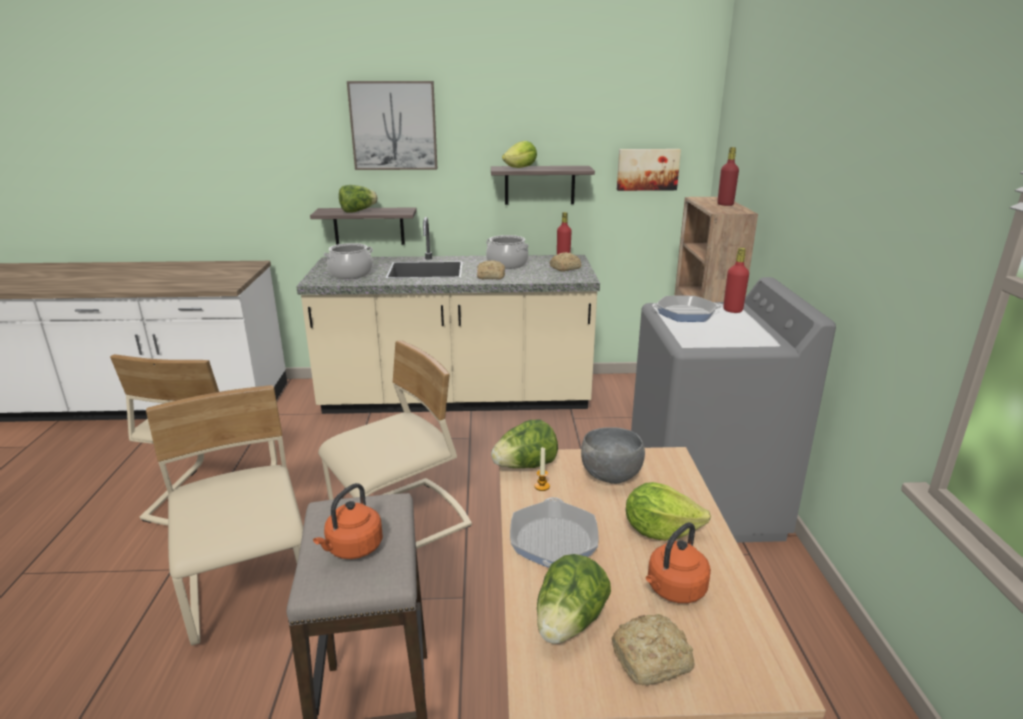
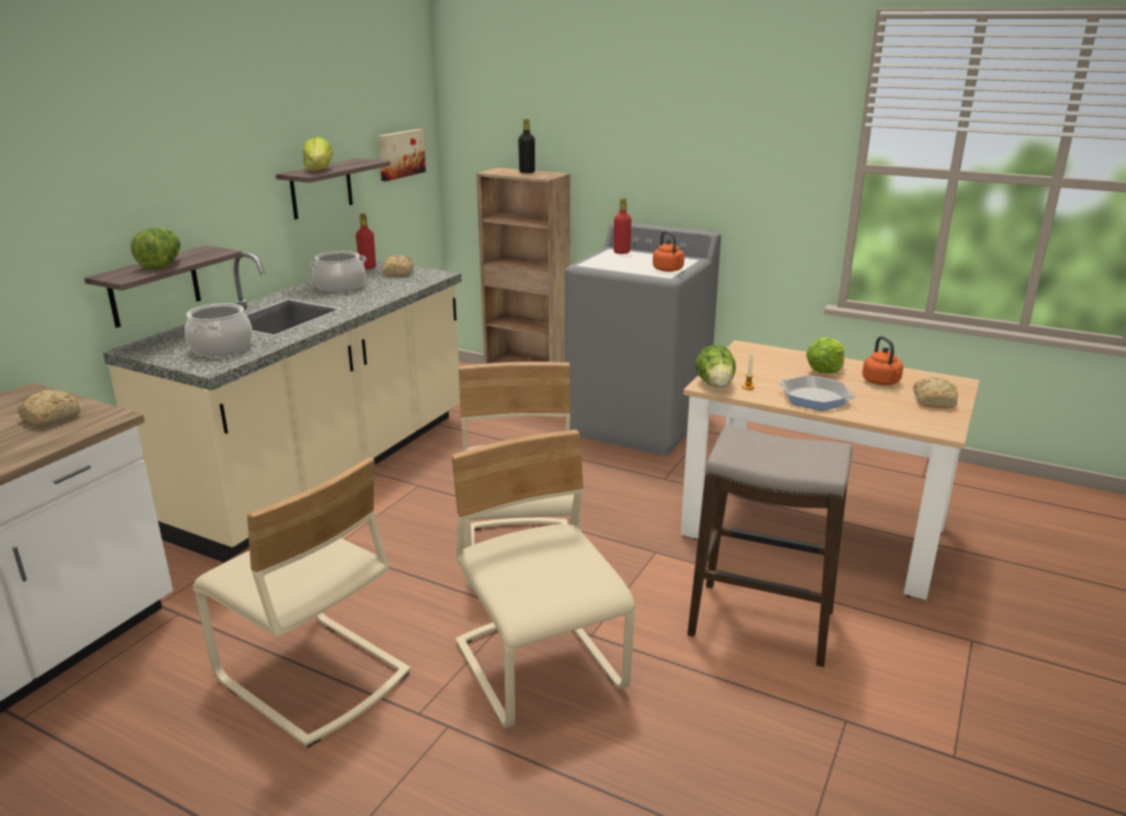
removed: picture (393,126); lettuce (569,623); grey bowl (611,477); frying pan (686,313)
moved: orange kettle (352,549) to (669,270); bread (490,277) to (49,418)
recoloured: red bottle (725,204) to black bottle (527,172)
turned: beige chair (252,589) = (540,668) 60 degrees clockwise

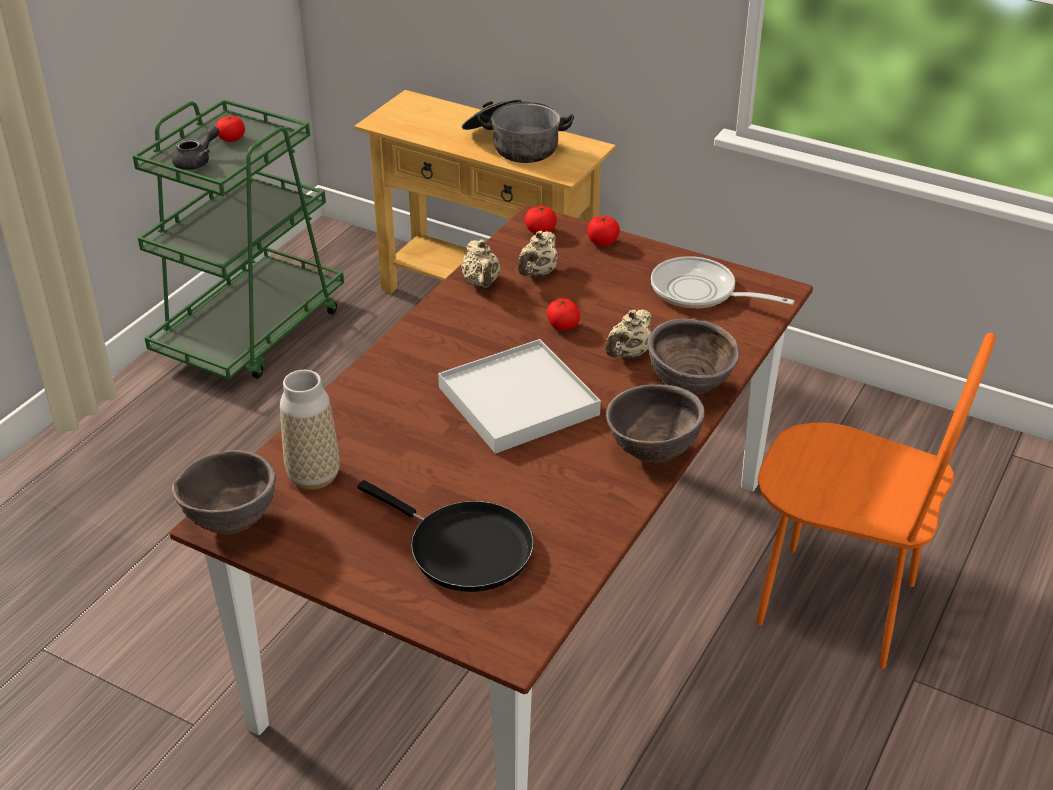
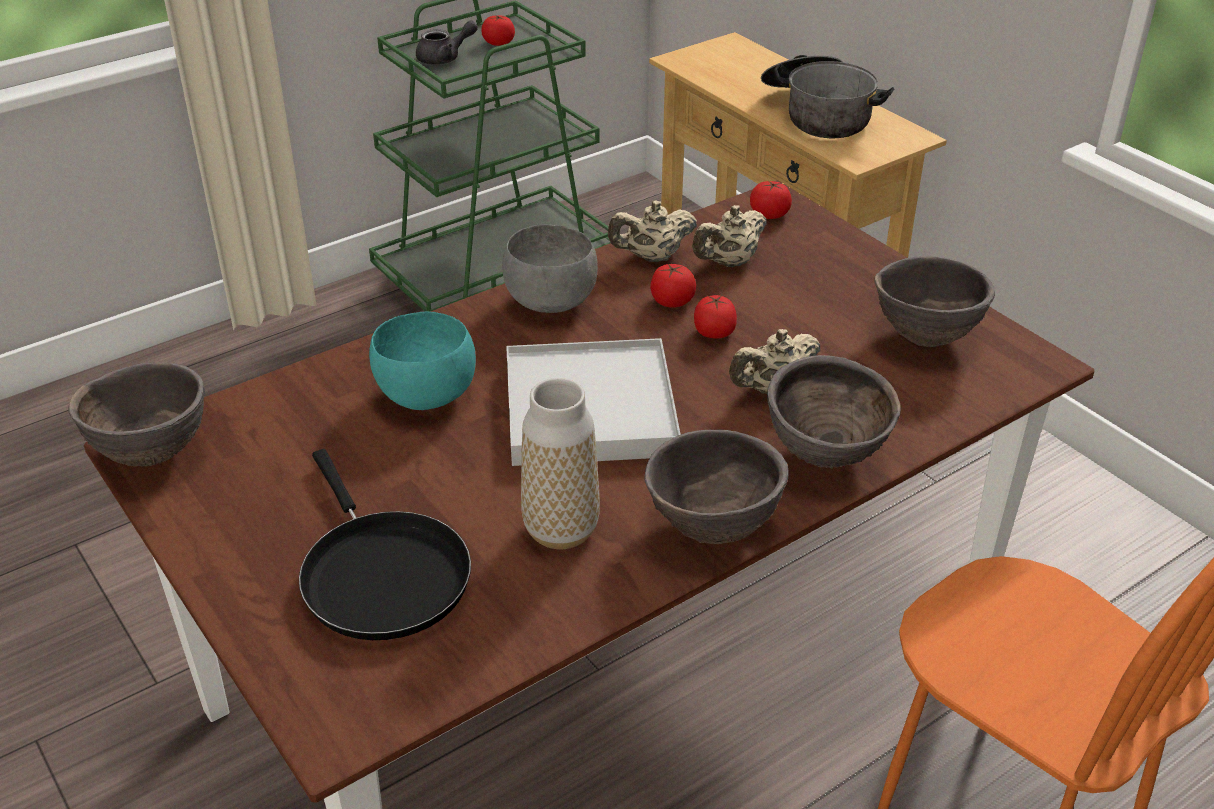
added: turquoise bowl (424,396); grey bowl (549,302)
moved: vase (314,477) to (561,530); tomato (602,242) to (672,301)
replaced: frying pan (700,292) to brown bowl (925,338)
turned: beige teapot (481,283) = (652,257) 60 degrees clockwise

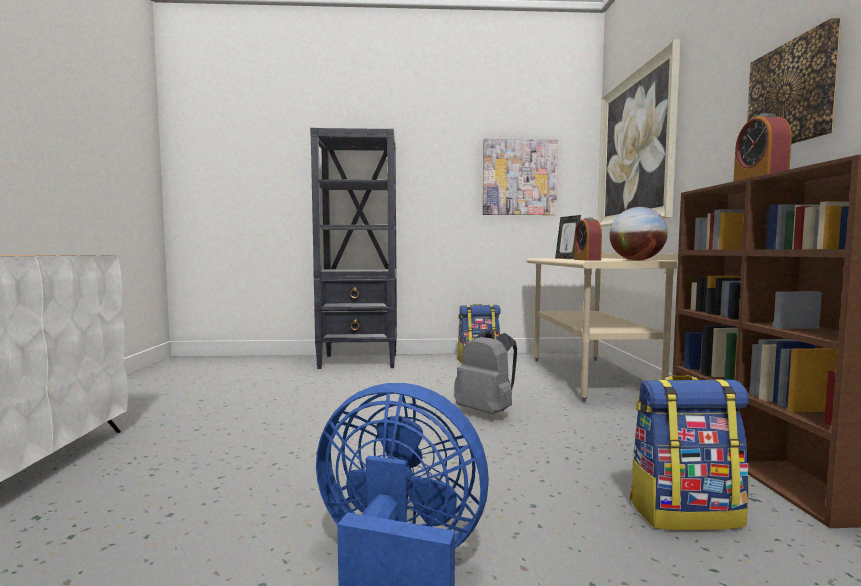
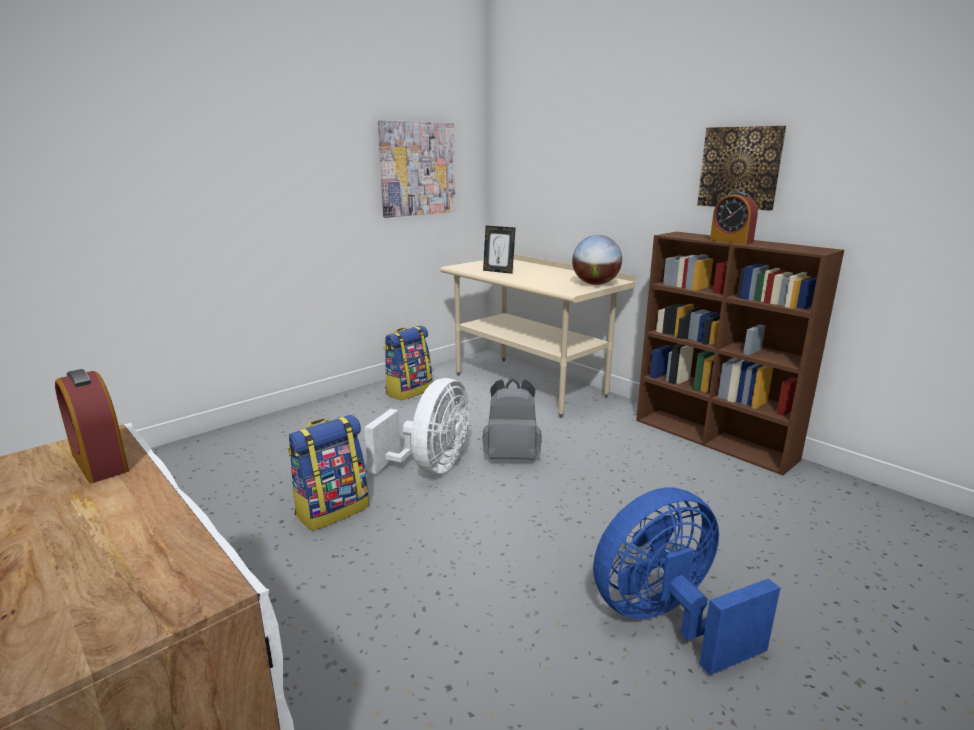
removed: black bookcase (360,361); picture (635,148)
added: white fan (430,467)
moved: alarm clock (587,260) to (100,462); backpack (684,512) to (332,510)

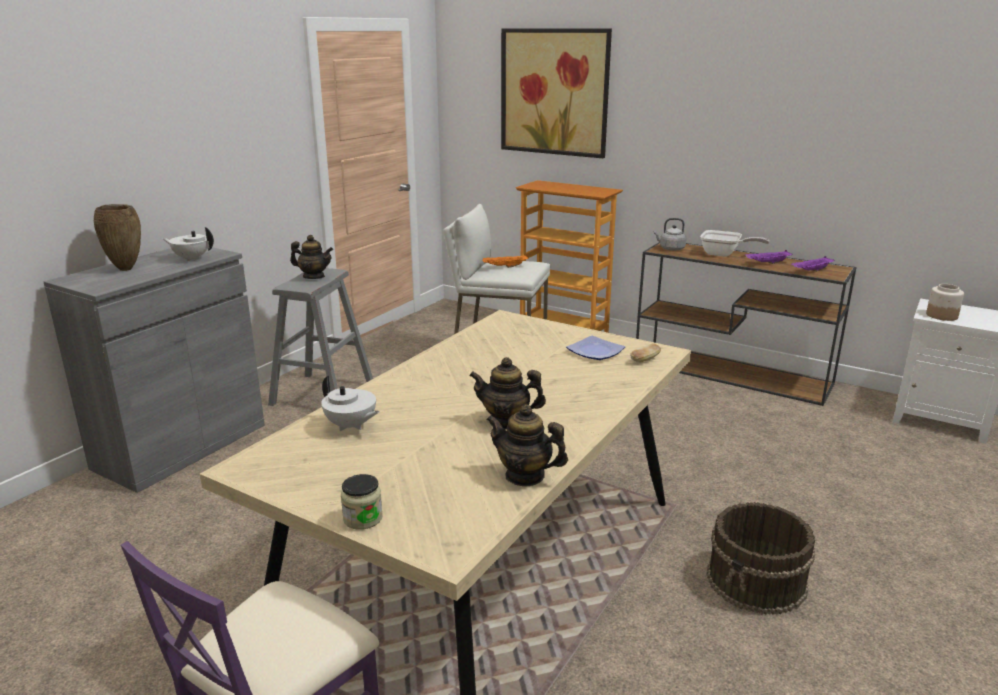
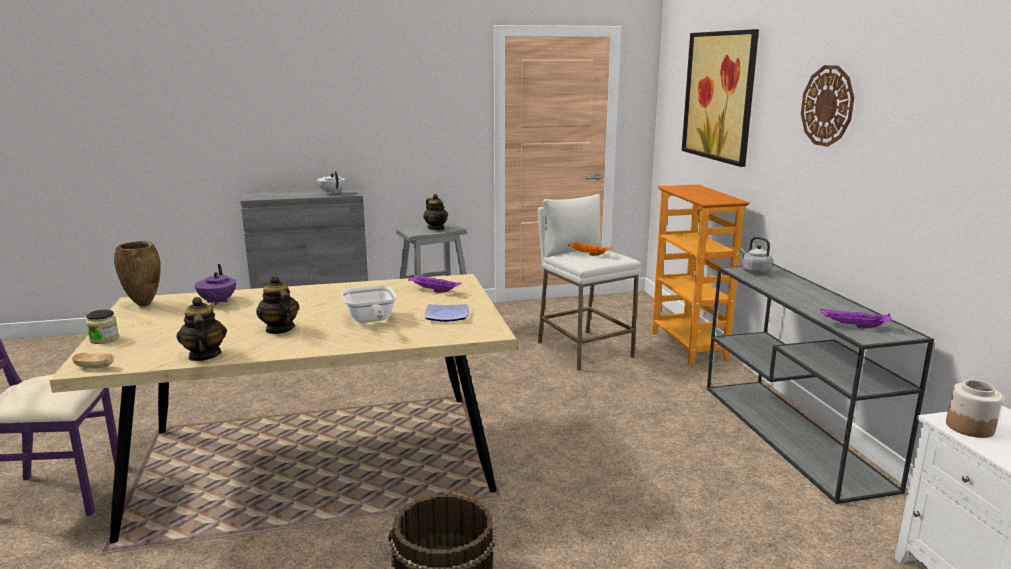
added: wall clock (827,106)
moved: brown vase (127,269) to (145,305); bread (645,360) to (94,367); frying pan (724,254) to (370,320); purple tray (767,263) to (433,291)
recoloured: white teapot (351,426) to purple teapot (217,302); brown console table (733,373) to grey console table (794,435)

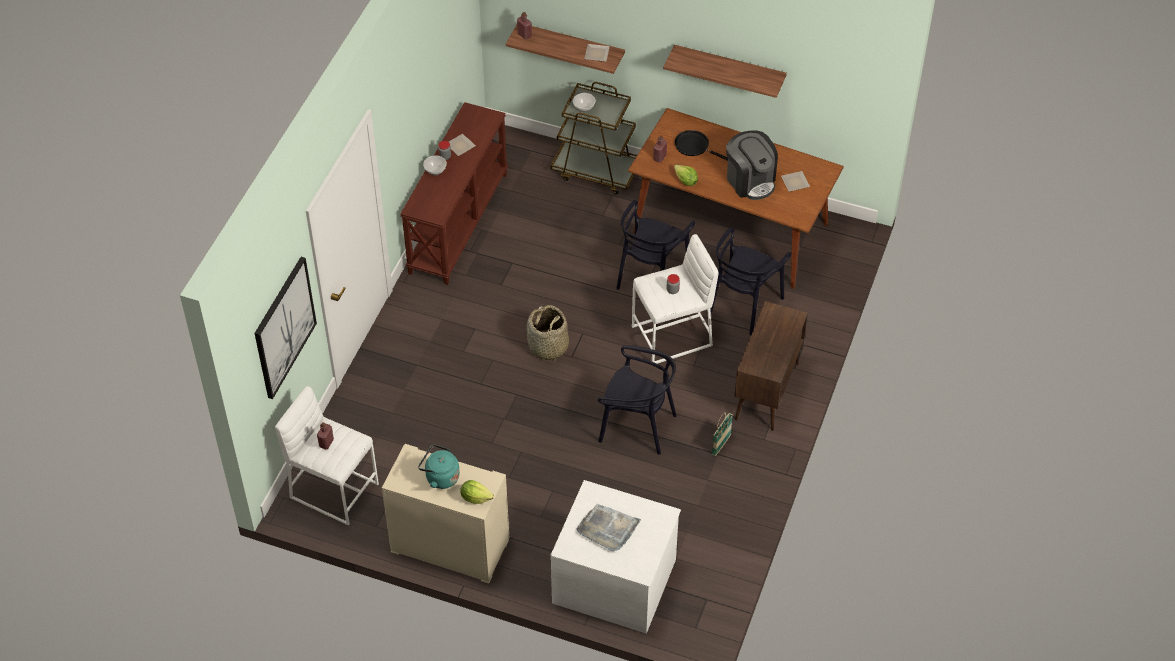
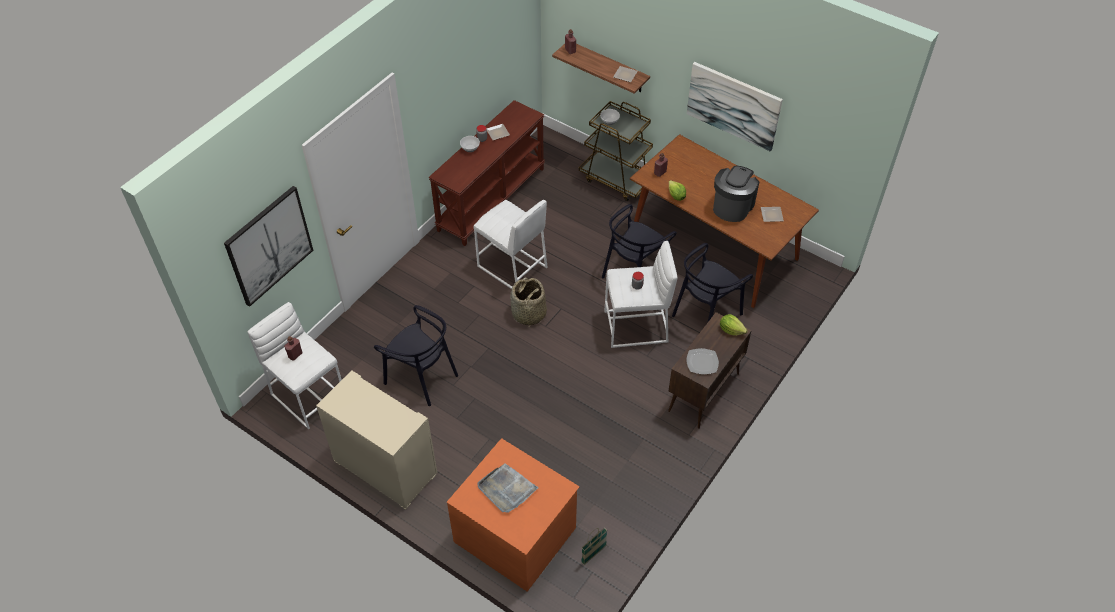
removed: turquoise kettle (440,477); black frying pan (694,146)
added: white stool (512,267); plate (702,362)
moved: lettuce (475,497) to (731,330); black chair (637,425) to (421,377); basket (721,445) to (593,554)
replaced: shelf (729,69) to picture (733,105)
recoloured: white dresser (615,579) to orange dresser (516,533)
turned: coffee machine (750,180) = (732,206) 135 degrees counterclockwise

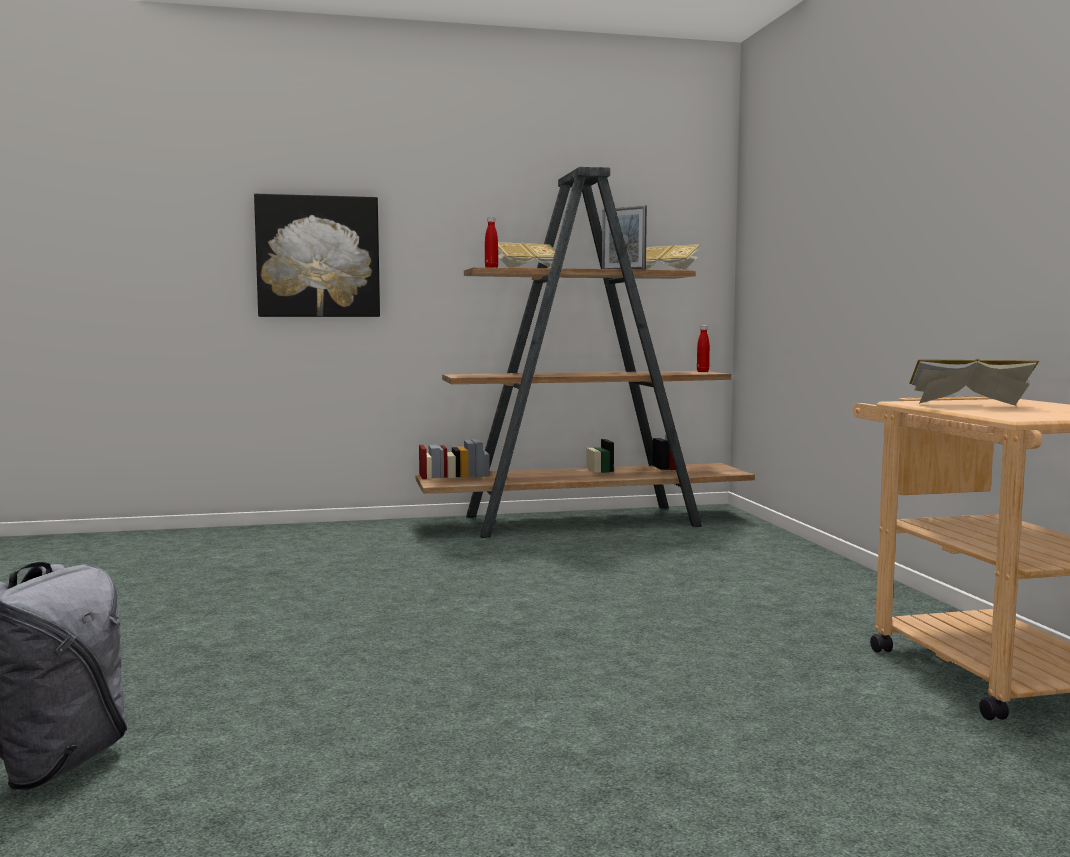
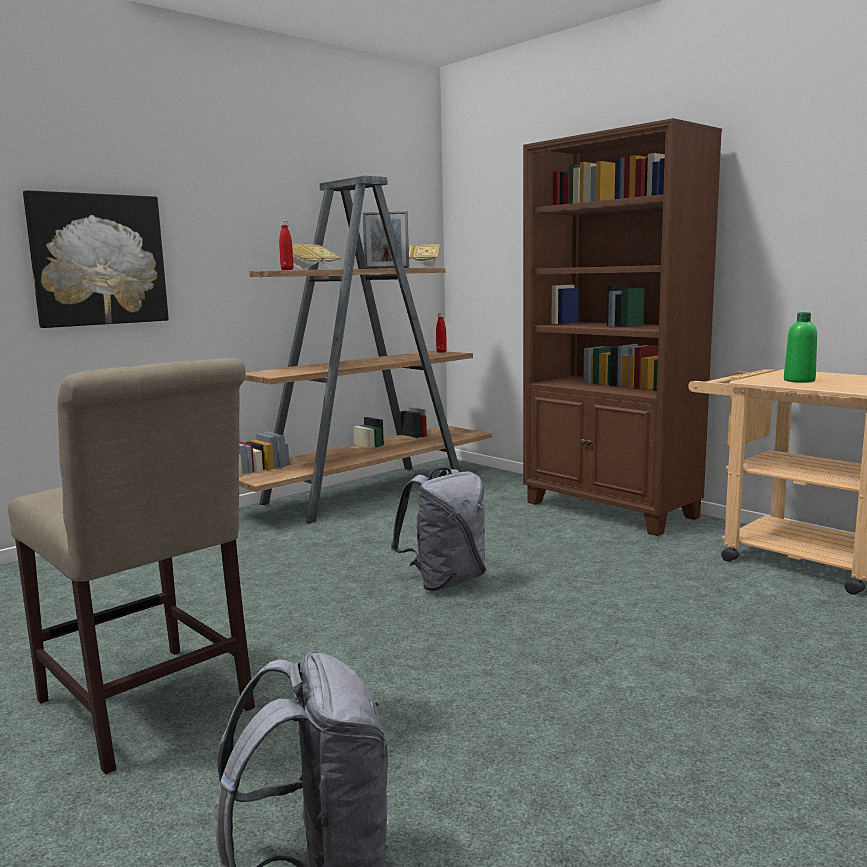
added: beige chair (149,709); grey backpack (445,581); brown bookcase (610,510)
replaced: book (970,406) to green bottle (799,380)

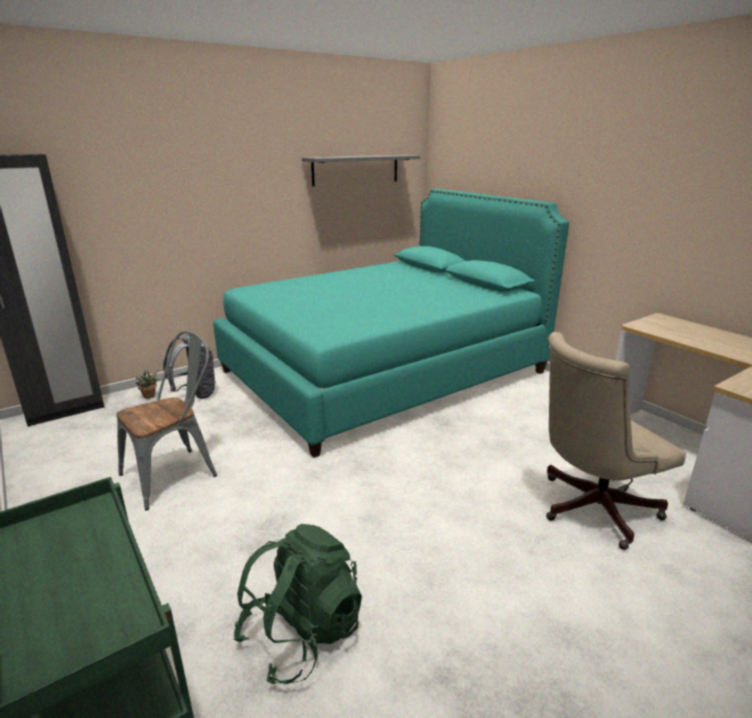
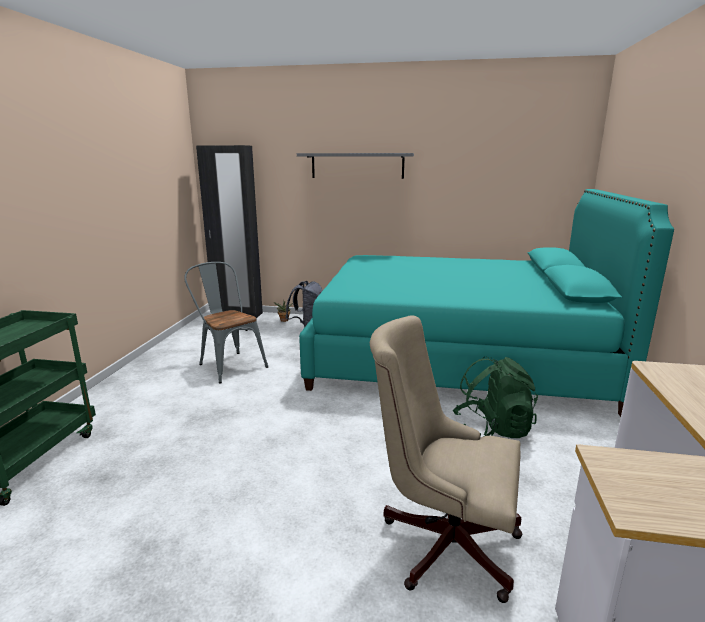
moved: green backpack (302,634) to (492,429); grey shelf (356,169) to (357,165)
turned: grey chair (177,473) = (229,364) 135 degrees counterclockwise

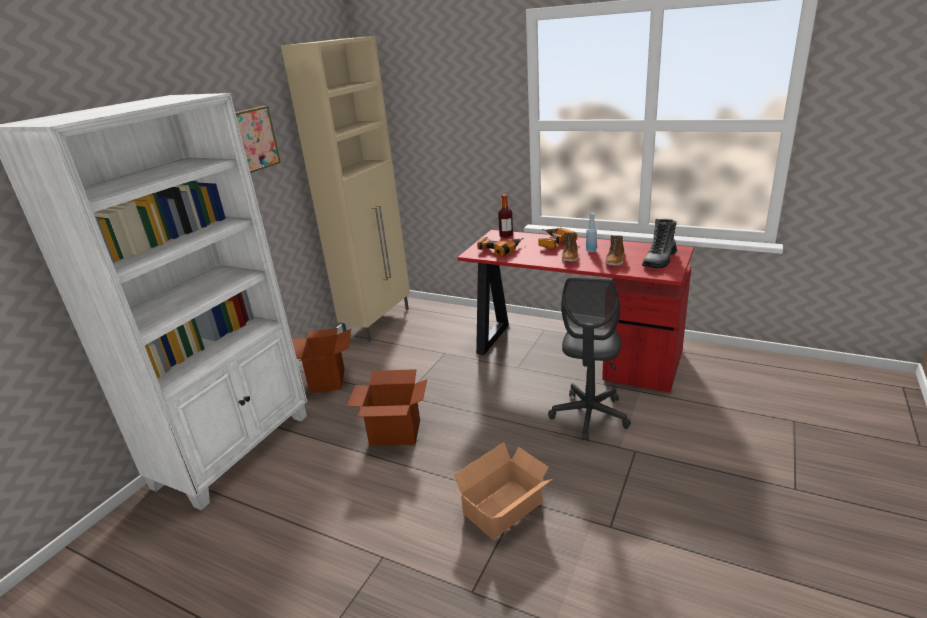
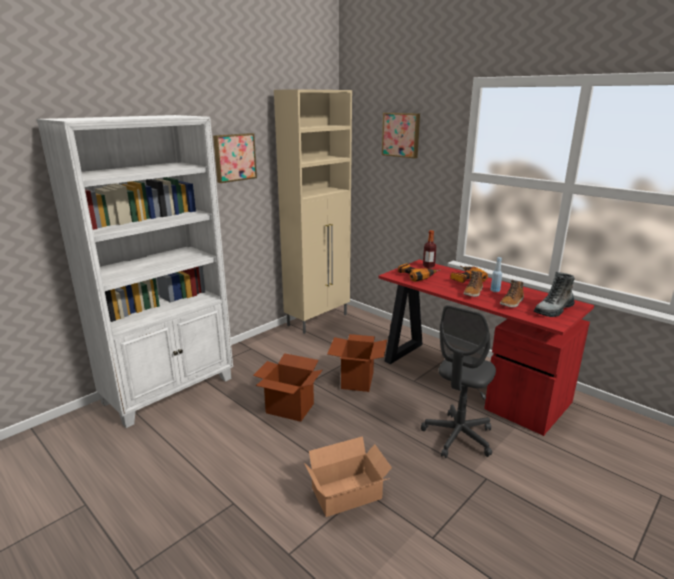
added: picture (401,135)
moved: cardboard box (327,380) to (357,380)

